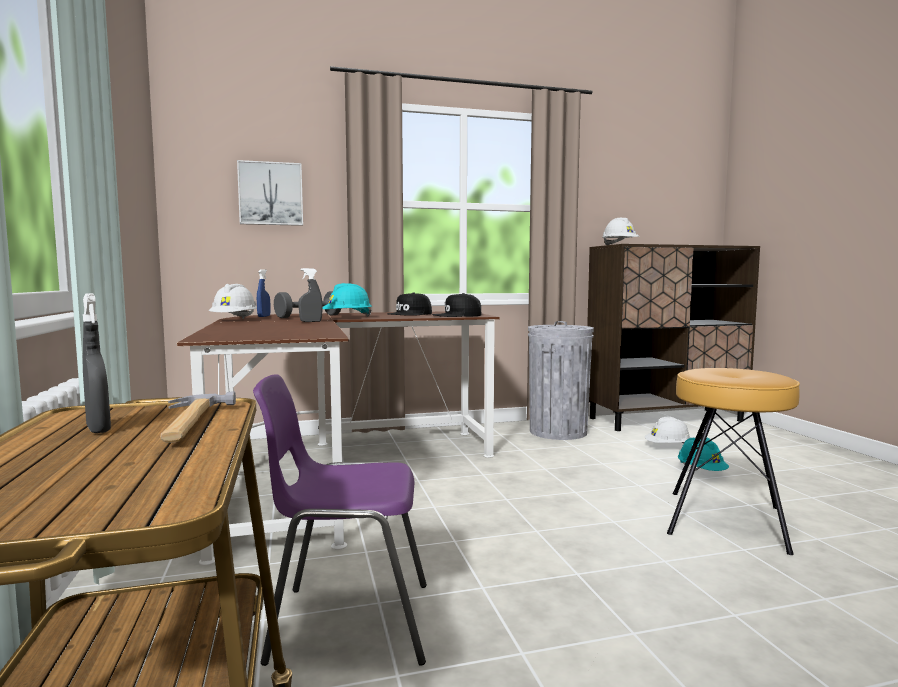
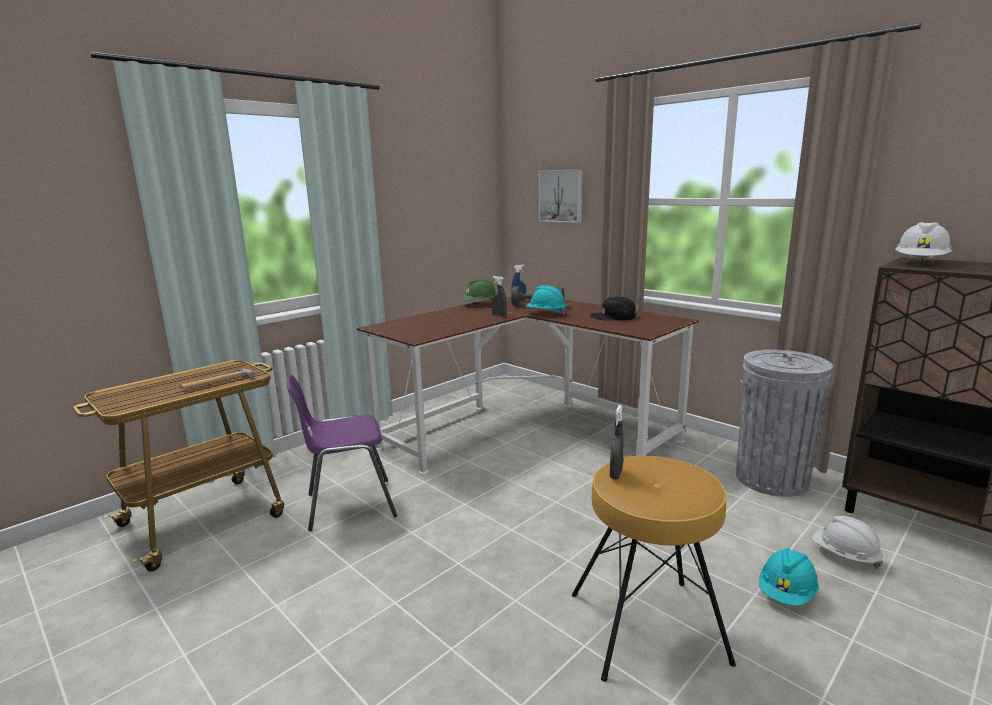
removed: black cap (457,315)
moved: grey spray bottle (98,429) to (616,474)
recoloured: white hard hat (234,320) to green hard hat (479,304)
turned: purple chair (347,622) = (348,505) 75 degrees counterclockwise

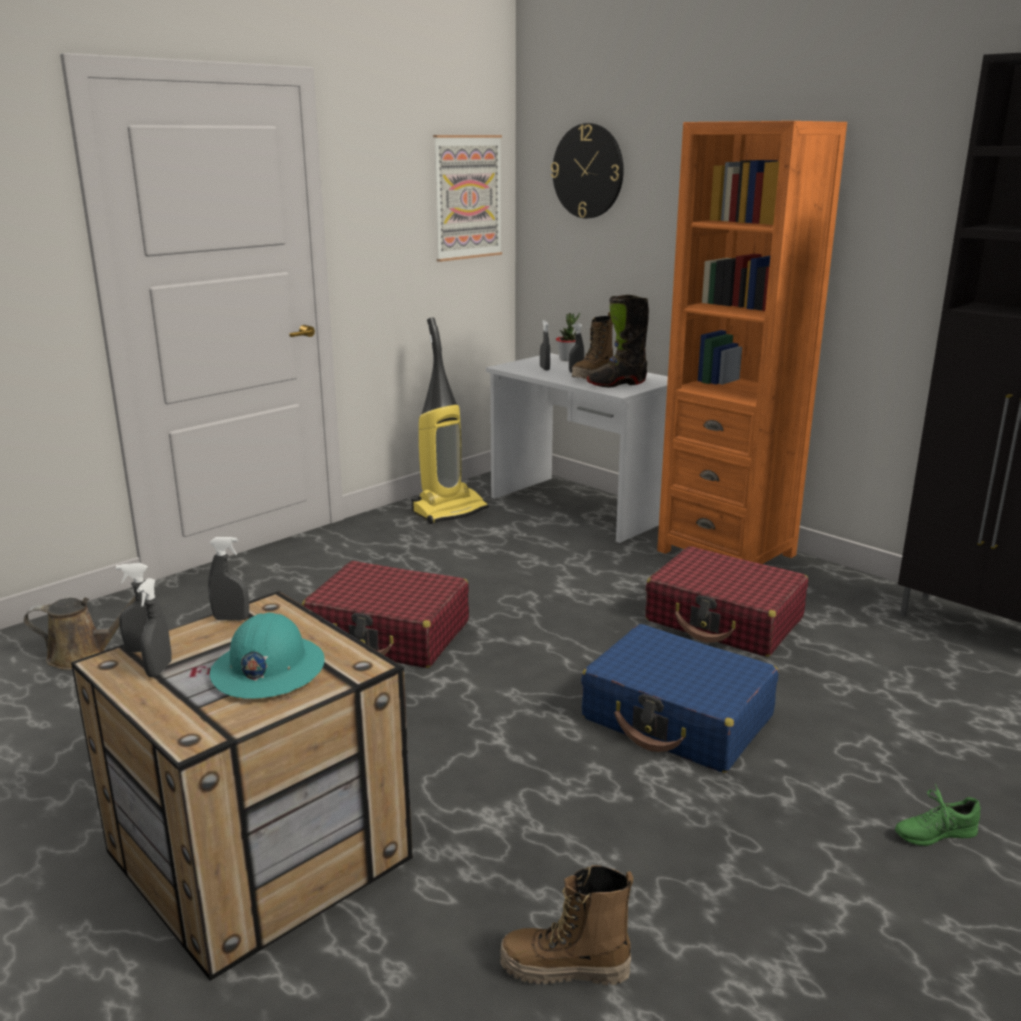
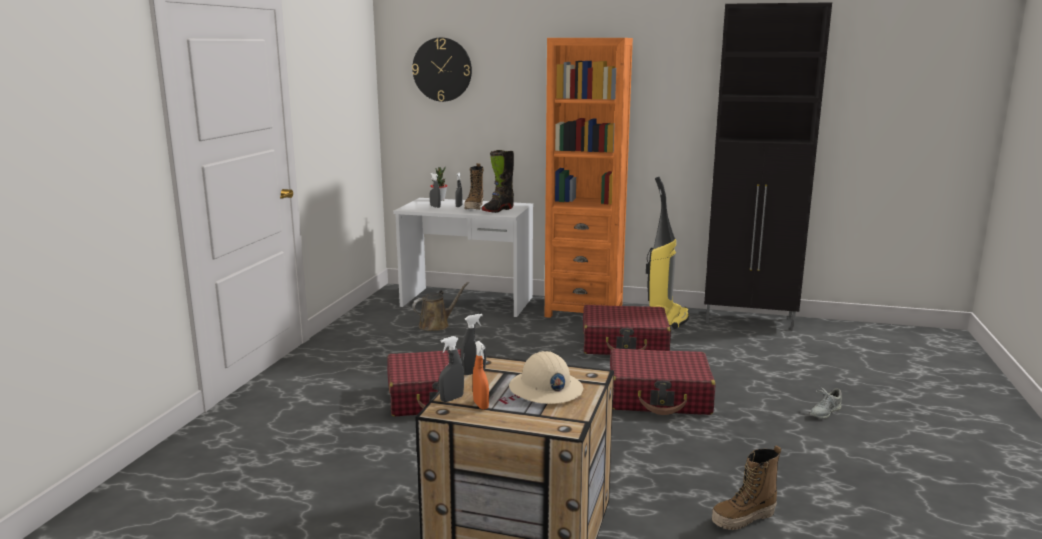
removed: picture (467,197)
moved: brown watering can (83,655) to (436,325); vacuum cleaner (449,511) to (667,318)
recoloured: grey spray bottle (159,669) to orange spray bottle (481,405); turquoise hard hat (267,670) to beige hard hat (545,389); blue suitcase (678,718) to red suitcase (659,397); green shoe (934,833) to grey shoe (824,412)

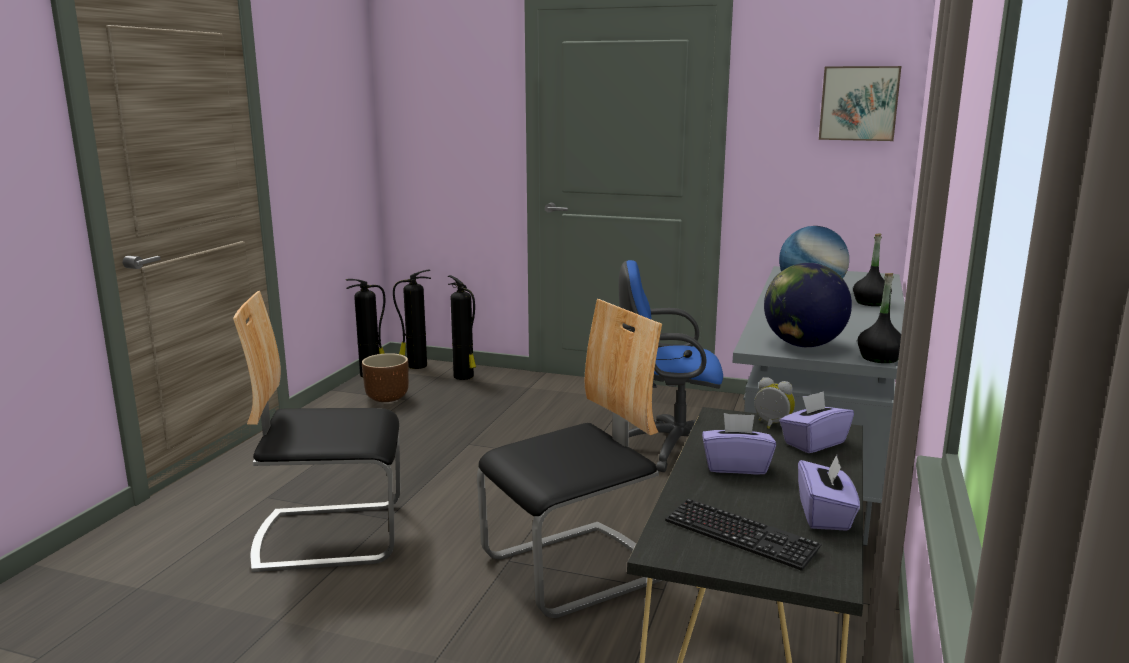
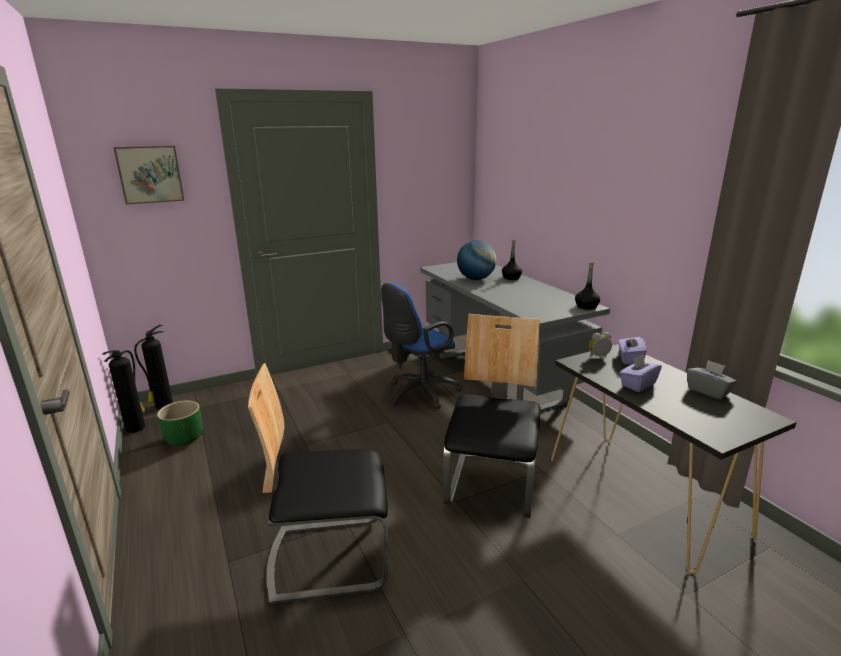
removed: fire extinguisher (464,377); keyboard (740,536); globe (804,345)
moved: picture (859,103) to (150,174)
recoloured: brown planter (387,397) to green planter (184,439); purple tissue box (825,515) to grey tissue box (708,391)
turned: chair (330,535) = (329,556) 45 degrees clockwise

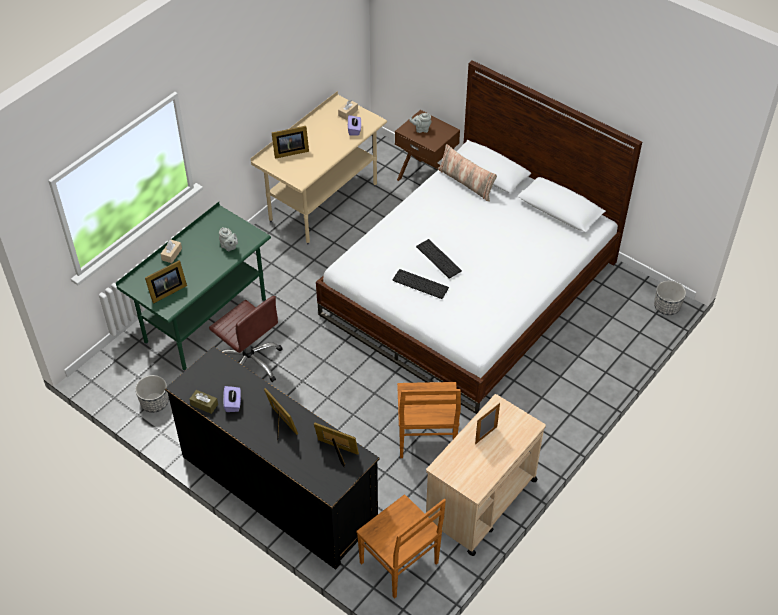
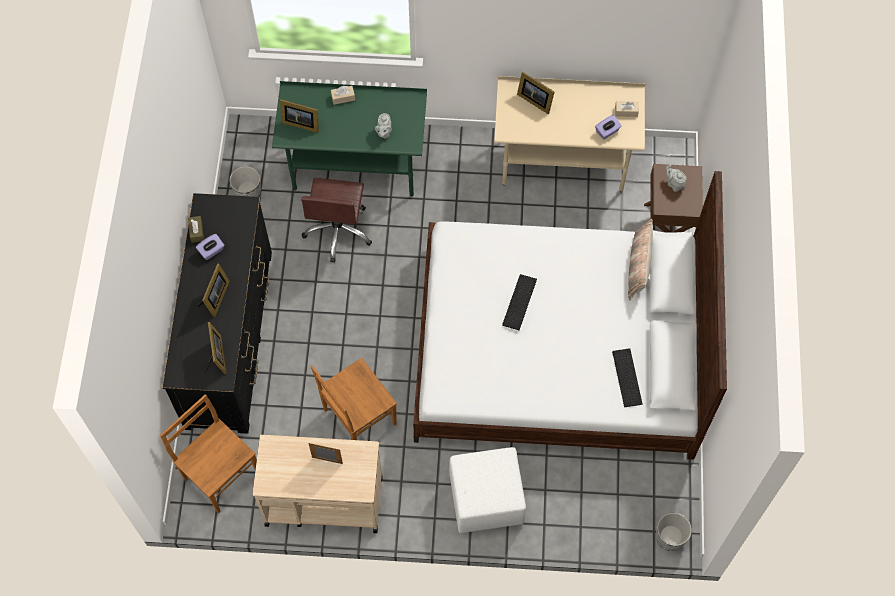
added: white ottoman (485,499)
moved: keyboard (421,283) to (628,378)
turned: brown chair (400,564) = (221,475) 120 degrees clockwise

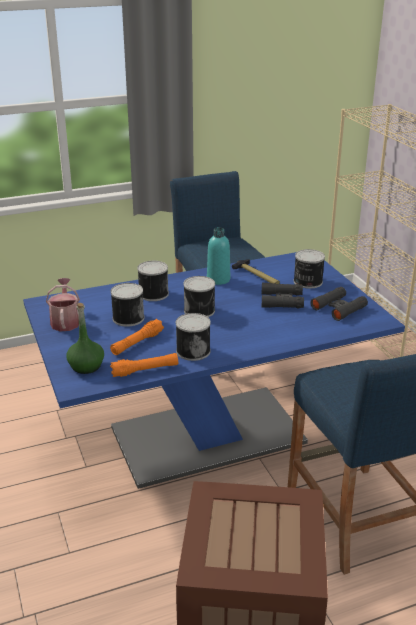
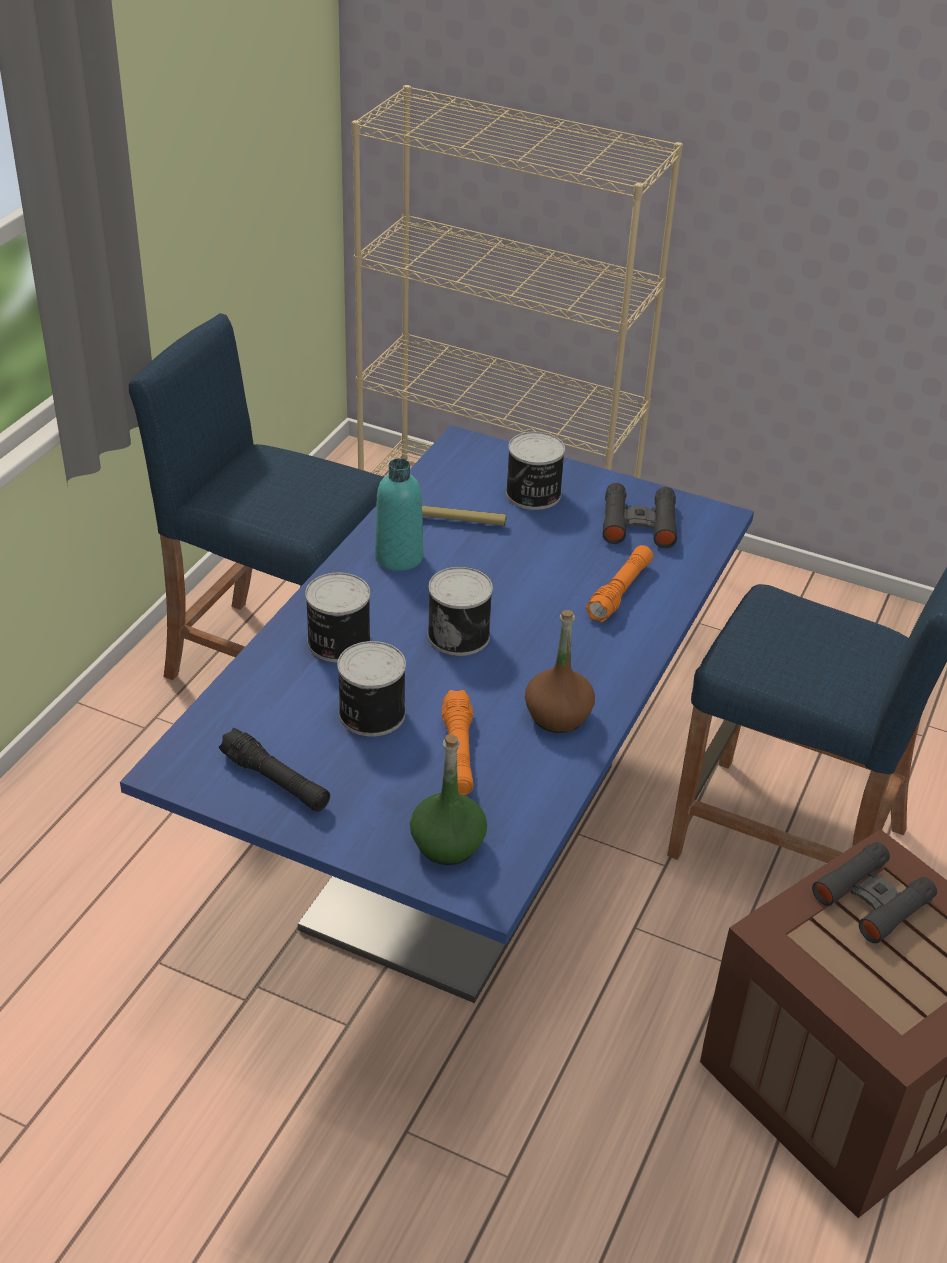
moved: orange flashlight (145,370) to (620,591); black binoculars (282,300) to (872,899)
replaced: watering can (65,321) to black flashlight (275,781); can (193,350) to brown bottle (557,715)

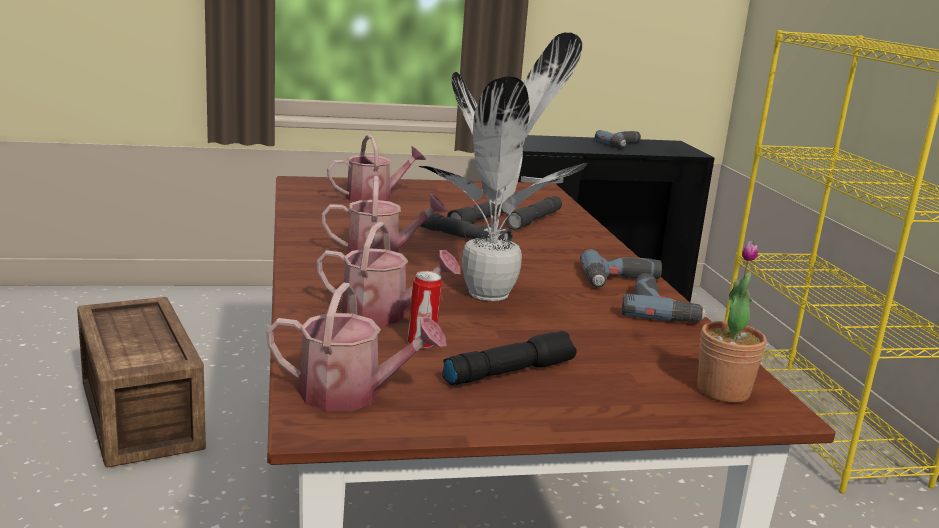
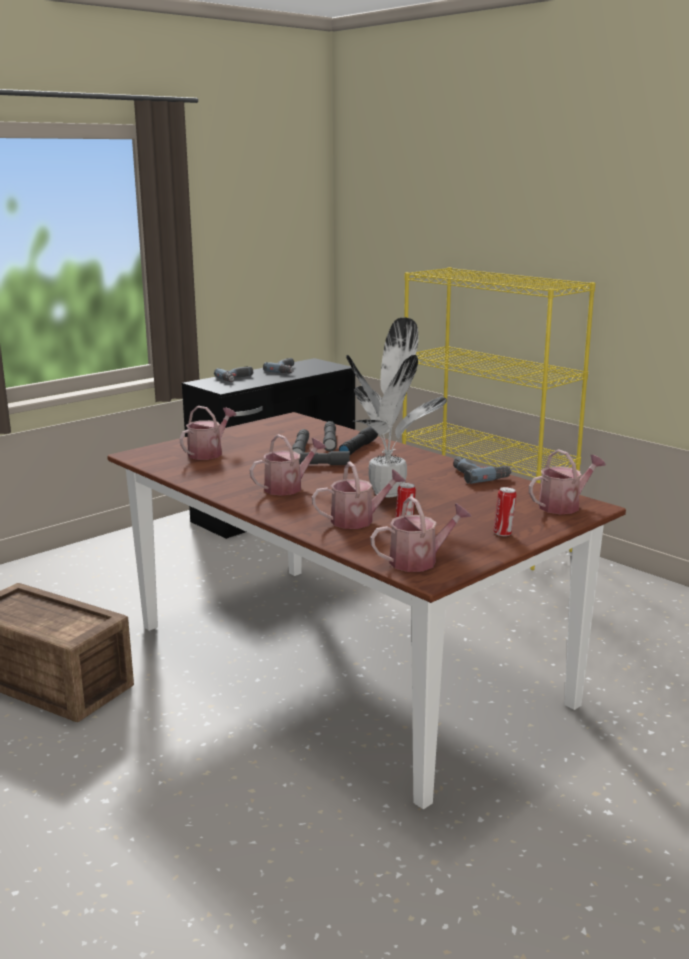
added: can (503,533)
moved: black flashlight (509,372) to (357,448); power drill (621,281) to (237,379)
replaced: potted plant (723,391) to watering can (563,506)

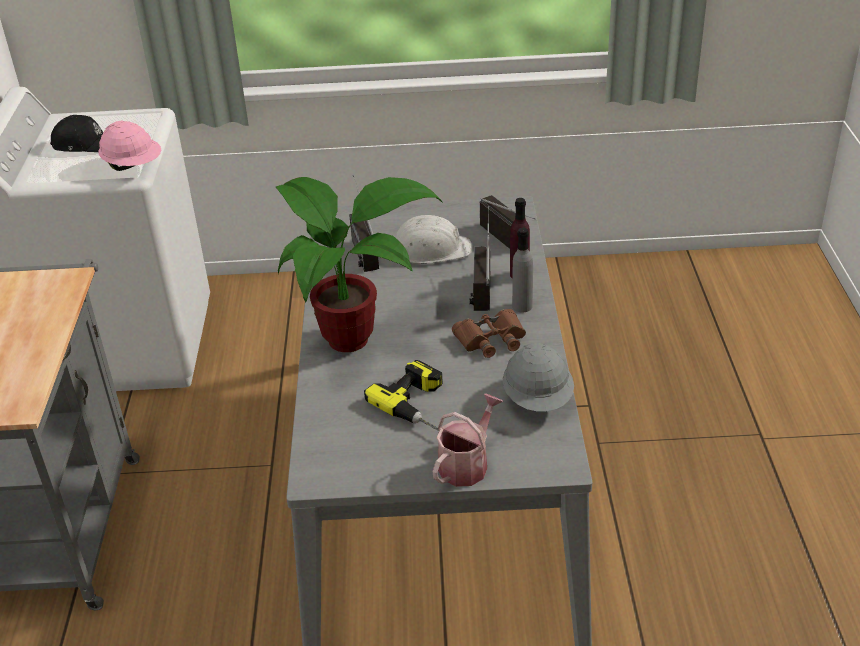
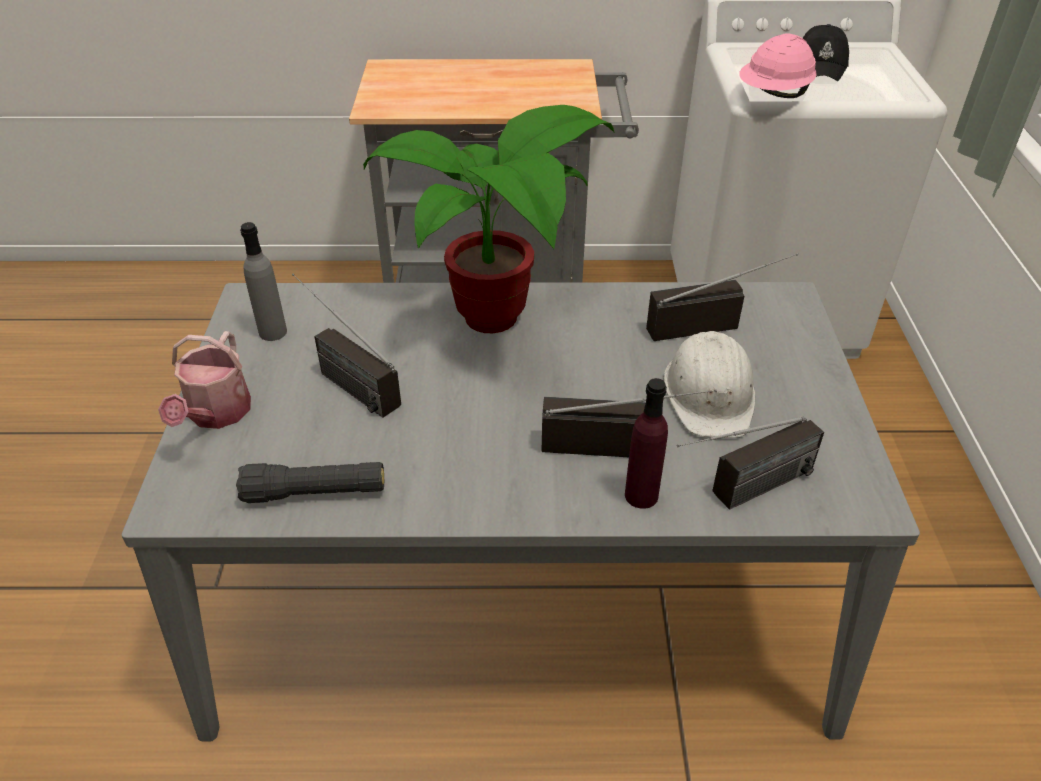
removed: brown binoculars (491,339)
moved: grey bottle (522,306) to (273,332)
replaced: power drill (422,405) to radio (341,379); grey hard hat (538,399) to black flashlight (315,493)
turned: watering can (467,464) = (216,414) 60 degrees clockwise

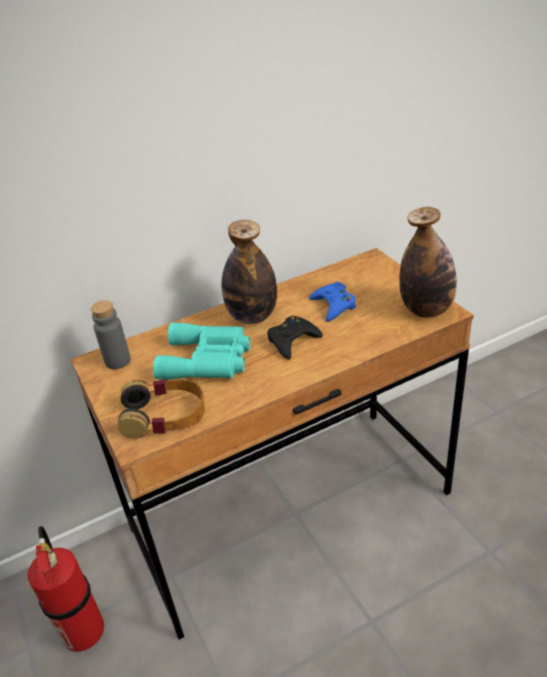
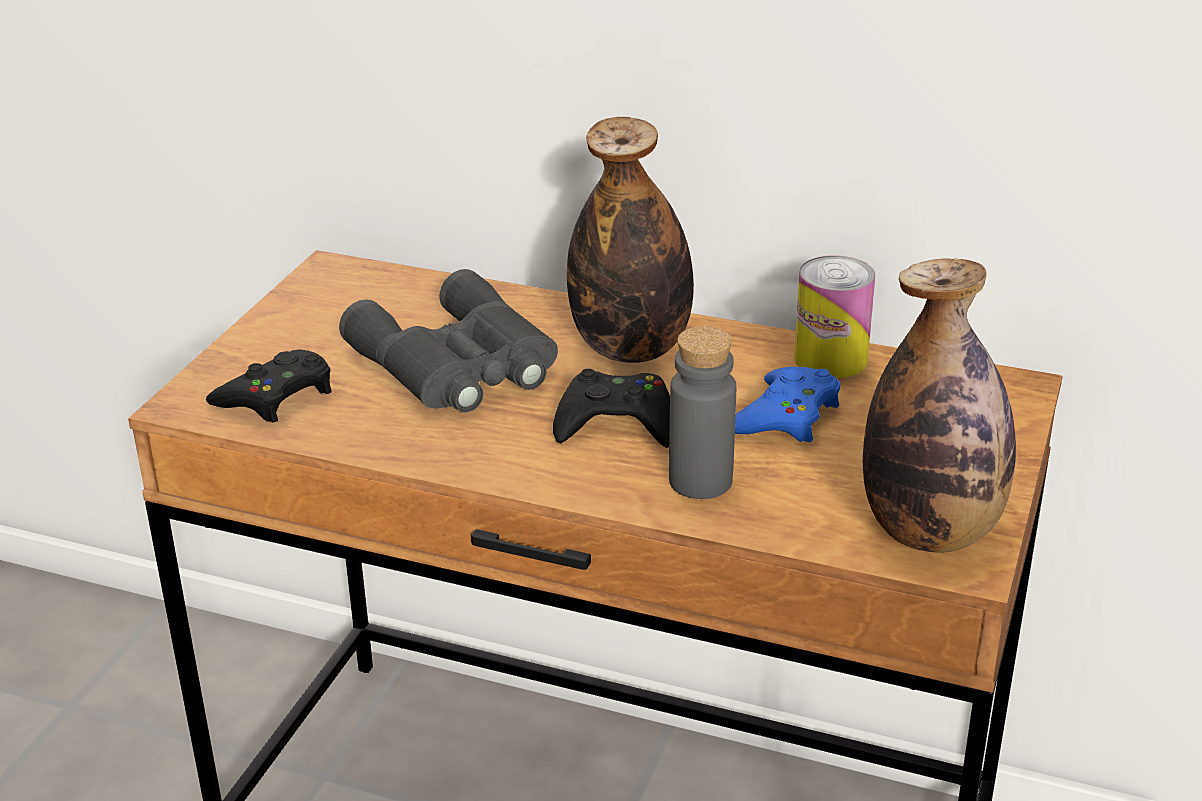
removed: fire extinguisher (84,630)
added: can (830,359)
moved: grey bottle (117,361) to (700,481)
replaced: headphones (164,415) to black game controller (276,396)
recoloured: turquoise binoculars (208,360) to grey binoculars (457,366)

